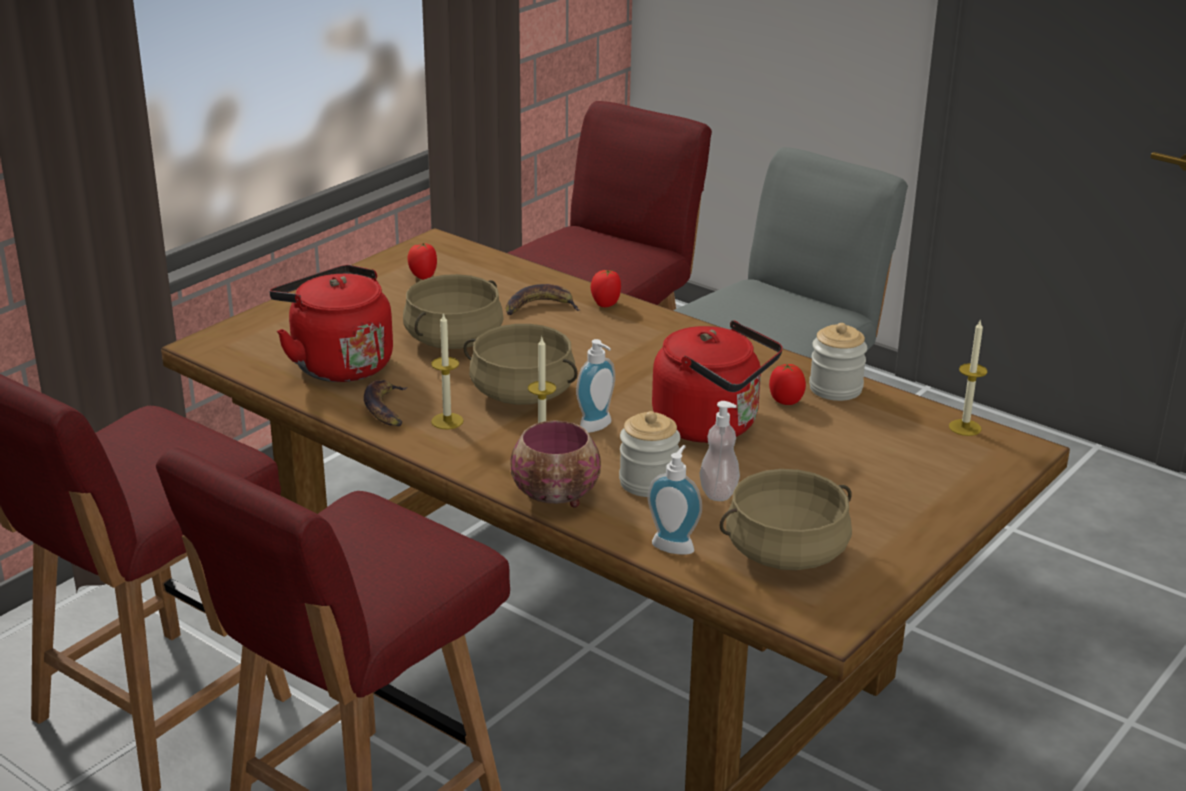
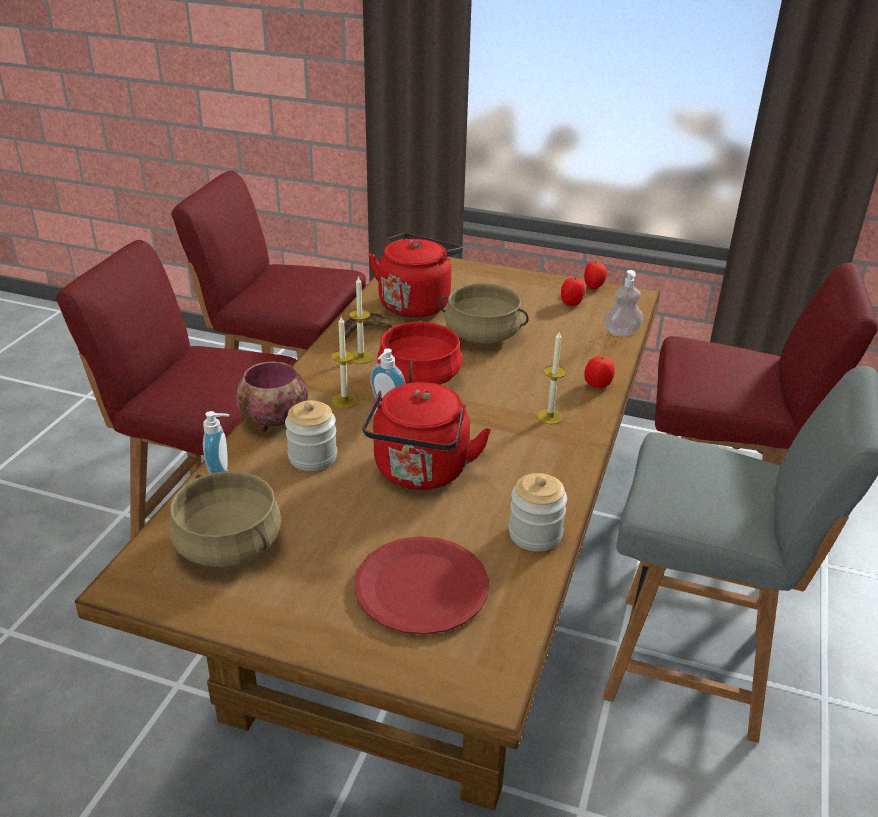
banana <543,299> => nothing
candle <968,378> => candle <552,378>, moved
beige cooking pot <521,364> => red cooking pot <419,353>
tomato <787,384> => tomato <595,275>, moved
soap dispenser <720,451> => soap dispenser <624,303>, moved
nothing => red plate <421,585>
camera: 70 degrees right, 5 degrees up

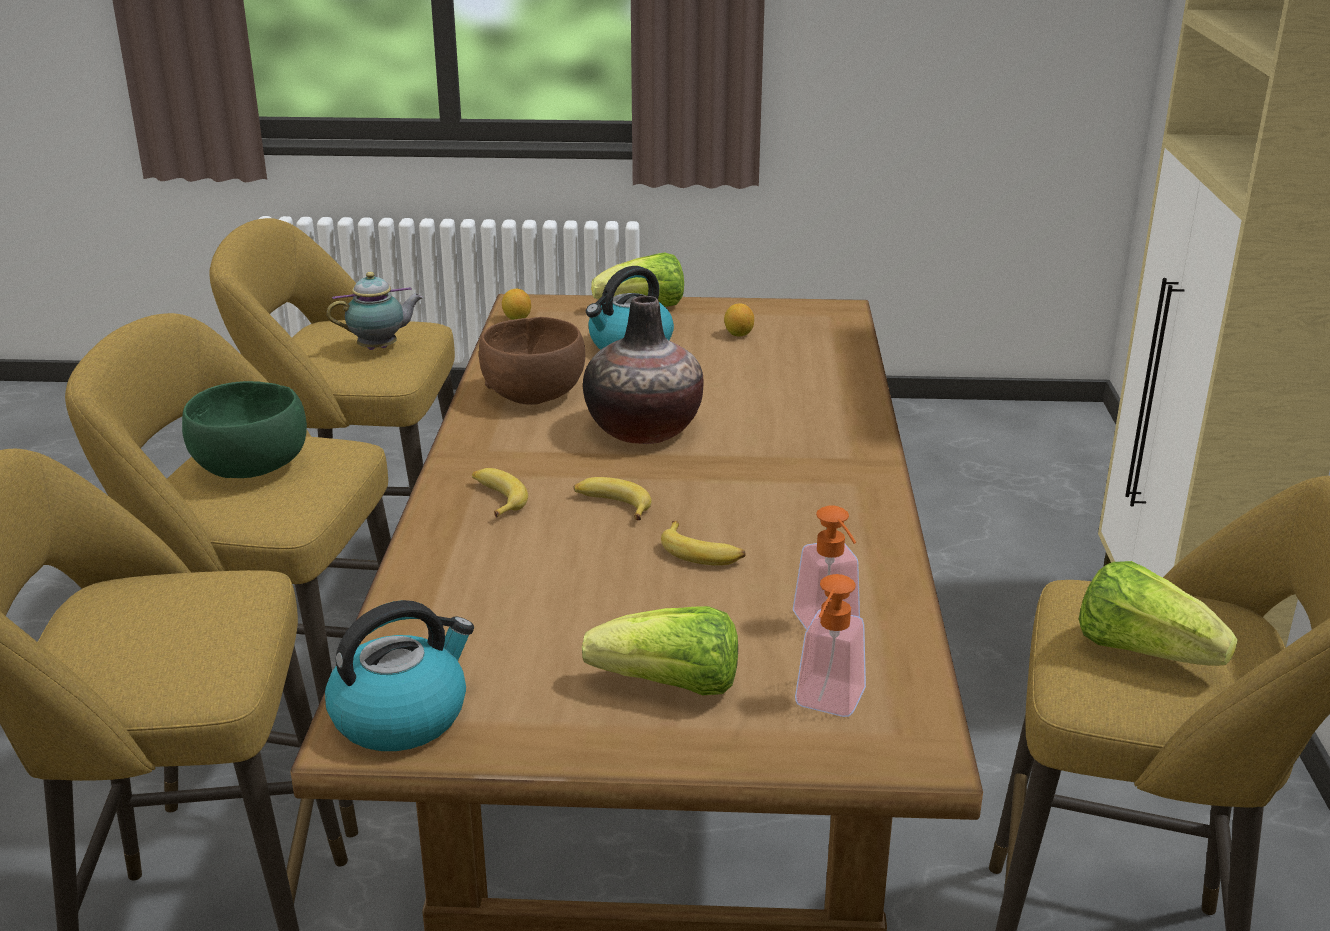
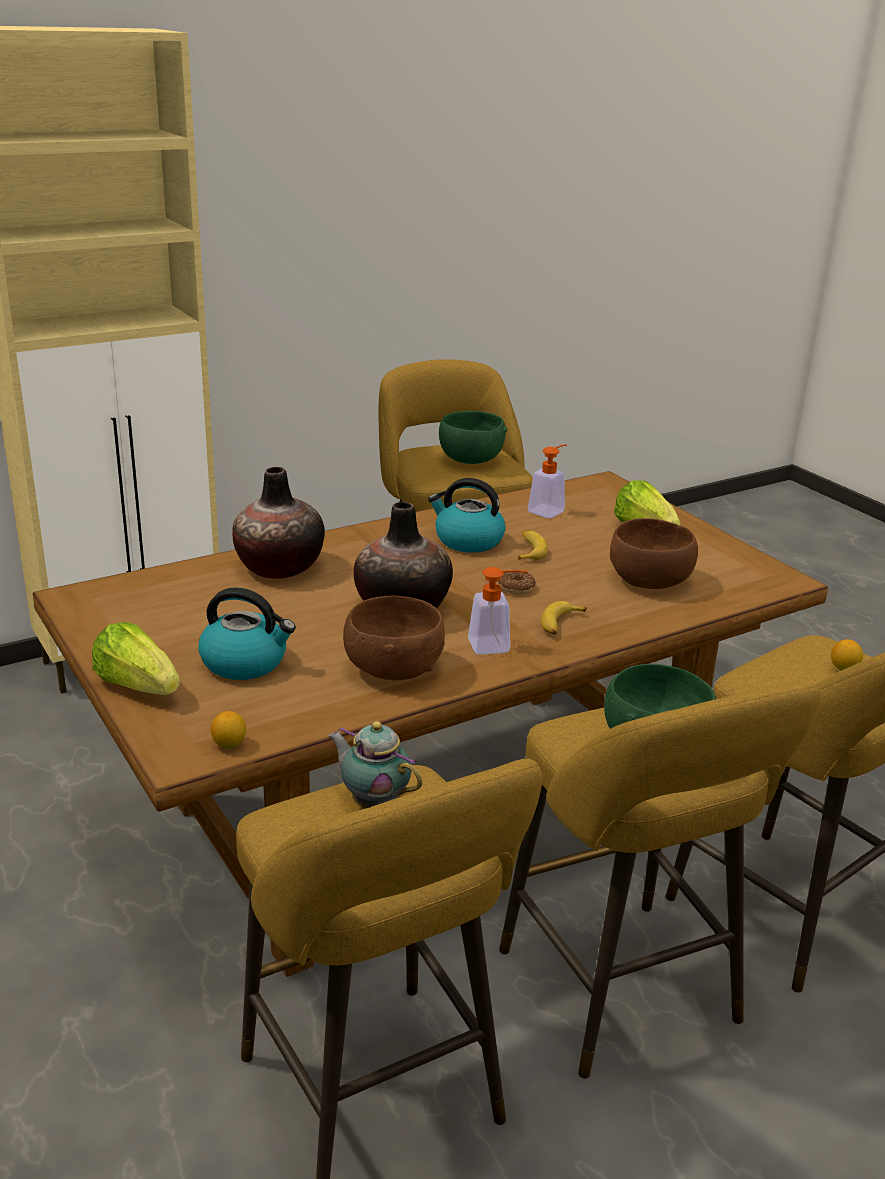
lemon <739,320> => lemon <847,655>, moved
banana <612,498> => donut <517,581>
lettuce <1158,613> => green bowl <473,437>
soap dispenser <830,645> => soap dispenser <498,611>, moved
kettle <399,675> => kettle <467,515>, moved
nothing => vase <278,523>
nothing => brown bowl <654,553>
camera: 125 degrees left, 0 degrees up

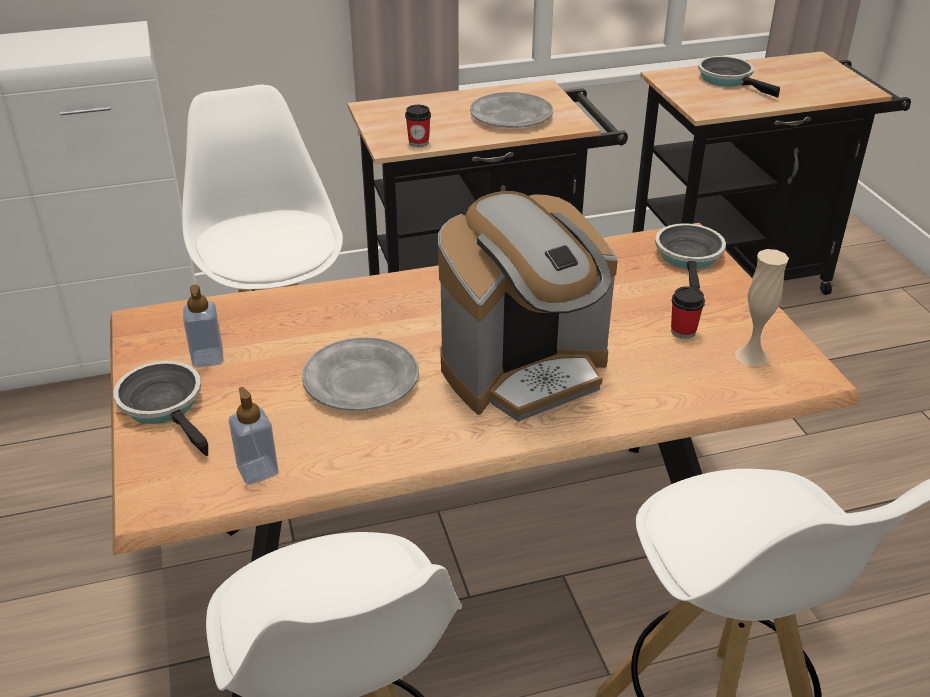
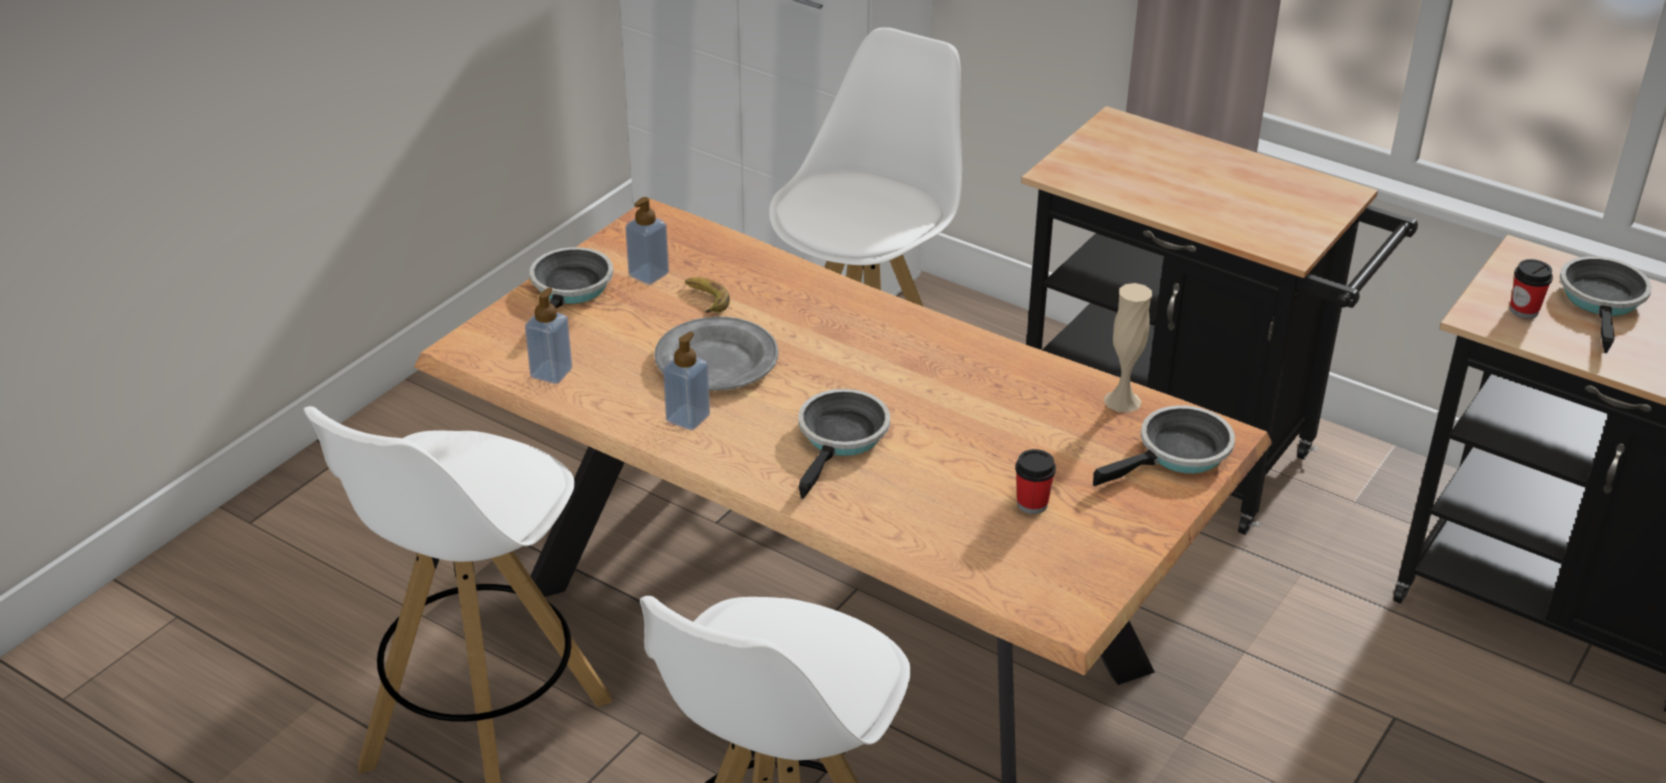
grey plate <511,110> => nothing
cup <418,126> => cup <1531,289>, moved
coffee machine <528,306> => frying pan <844,444>
beige vase <762,307> => beige vase <1127,347>, moved
nothing => banana <707,295>
nothing => soap dispenser <686,380>
camera: 50 degrees right, 0 degrees up

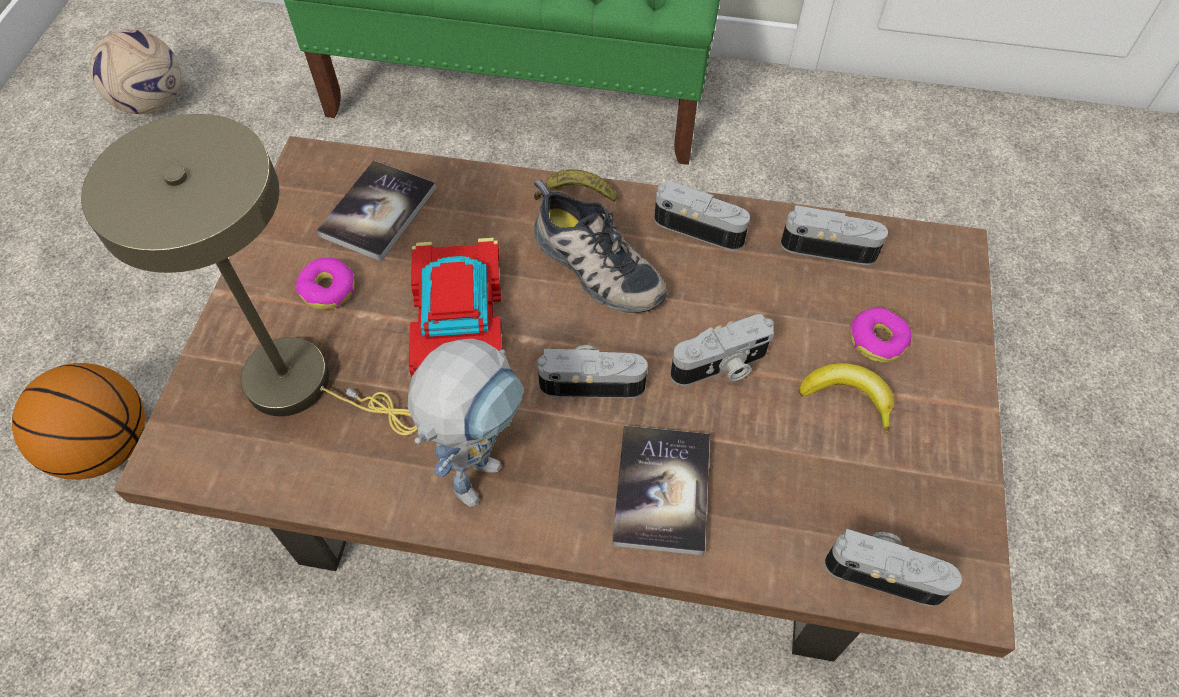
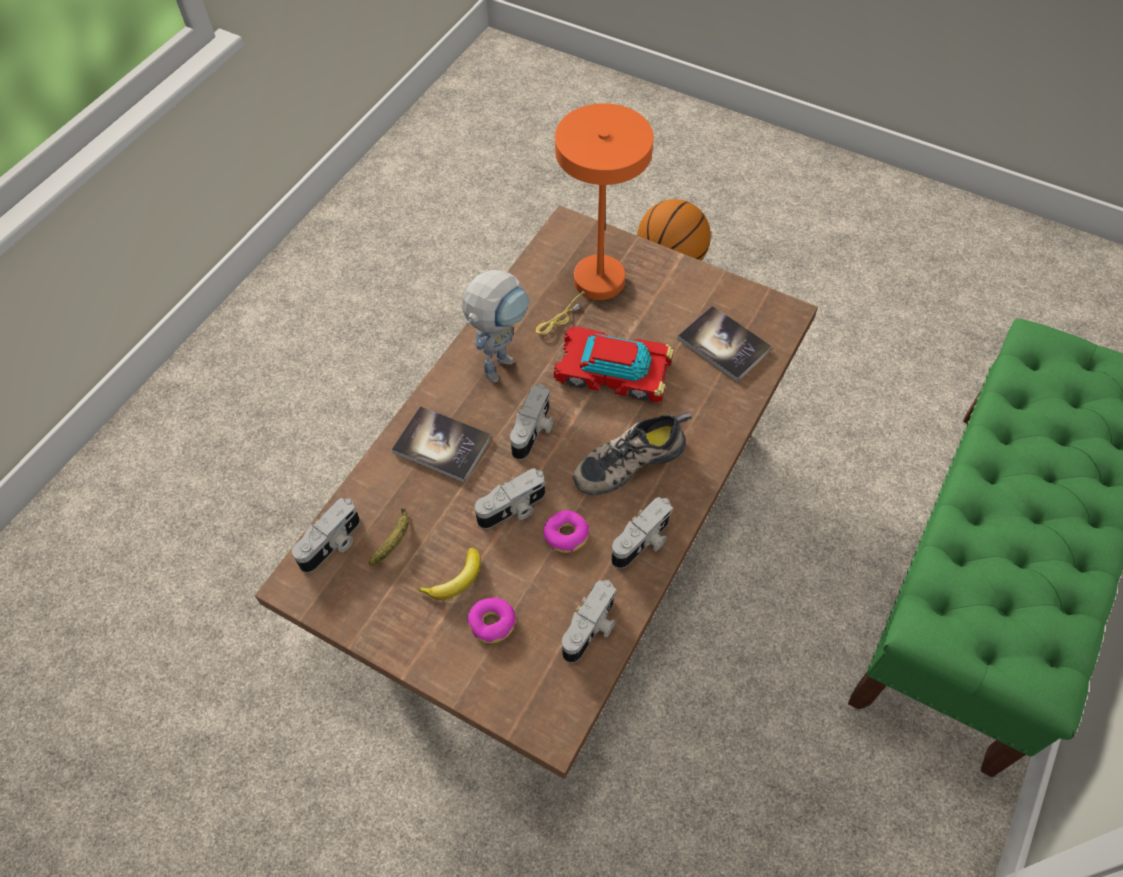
football <135,71> => nothing
beige table lamp <249,274> => orange table lamp <595,219>
banana <575,185> => banana <389,537>, moved
donut <325,283> => donut <566,531>, moved
photo camera <722,350> => photo camera <510,498>, 120 degrees counterclockwise
toy robot <466,423> => toy robot <496,326>, 105 degrees counterclockwise
camera: 110 degrees right, 0 degrees up

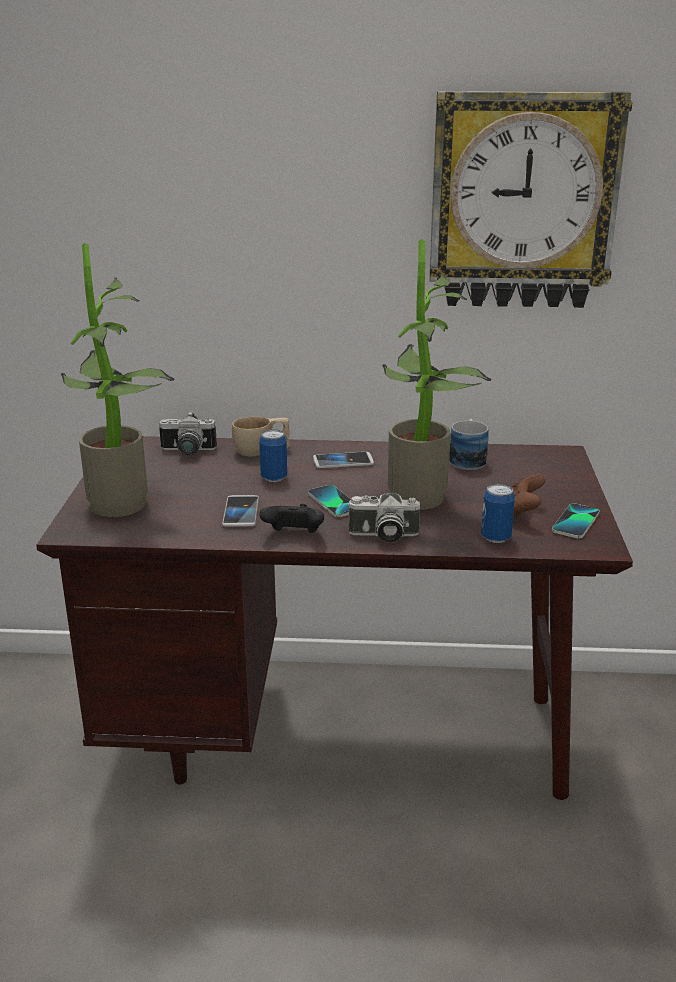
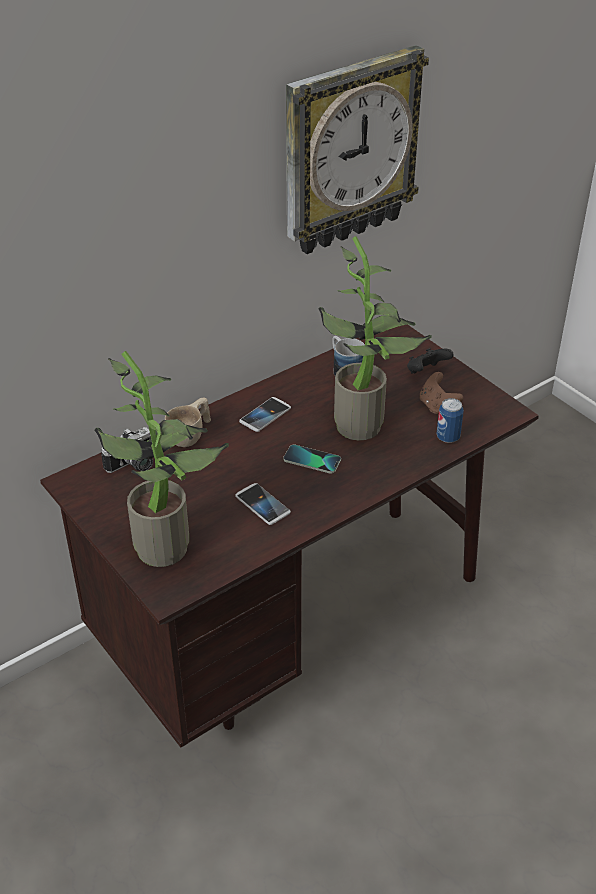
can <273,455> => nothing
photo camera <383,518> => nothing
phone <576,520> => nothing
black game controller <291,518> => black game controller <430,361>, moved
camera: 40 degrees left, 15 degrees up

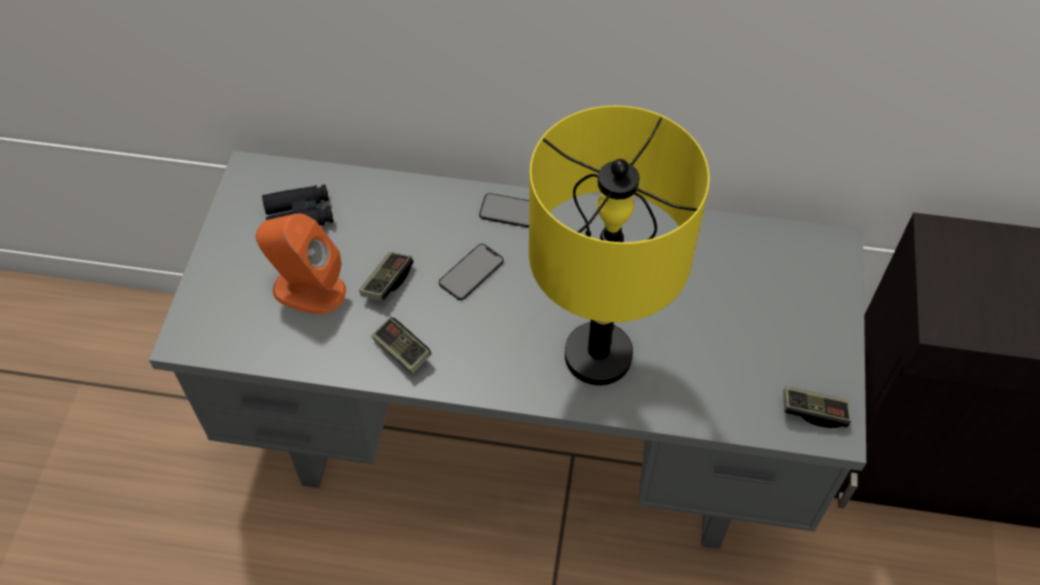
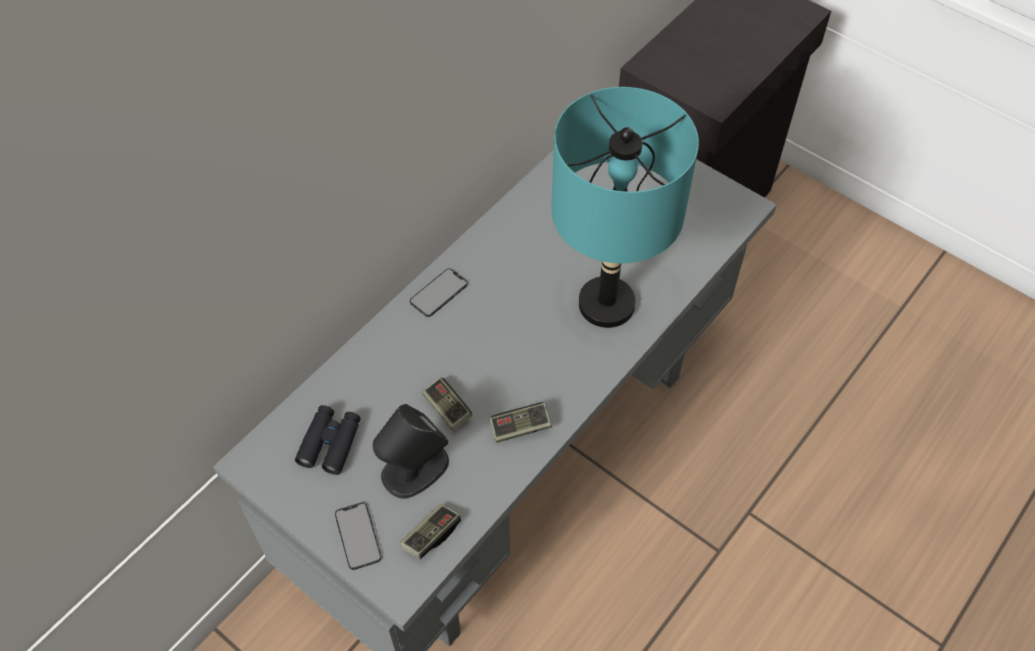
yellow table lamp <619,245> => turquoise table lamp <625,207>
orange speaker <301,263> => black speaker <411,451>
phone <471,272> => phone <358,536>, moved
game controller <817,407> => game controller <430,531>, moved
camera: 60 degrees left, 0 degrees up

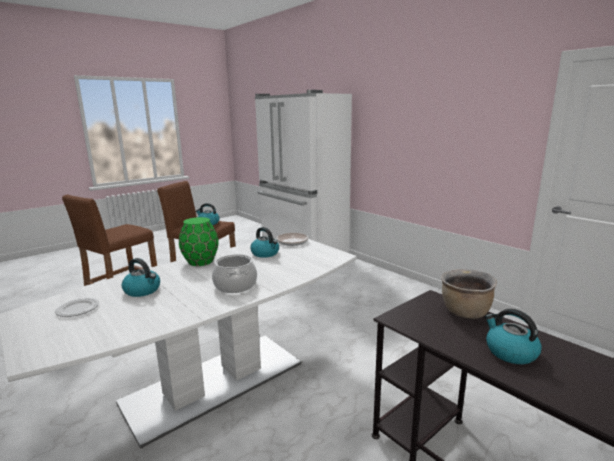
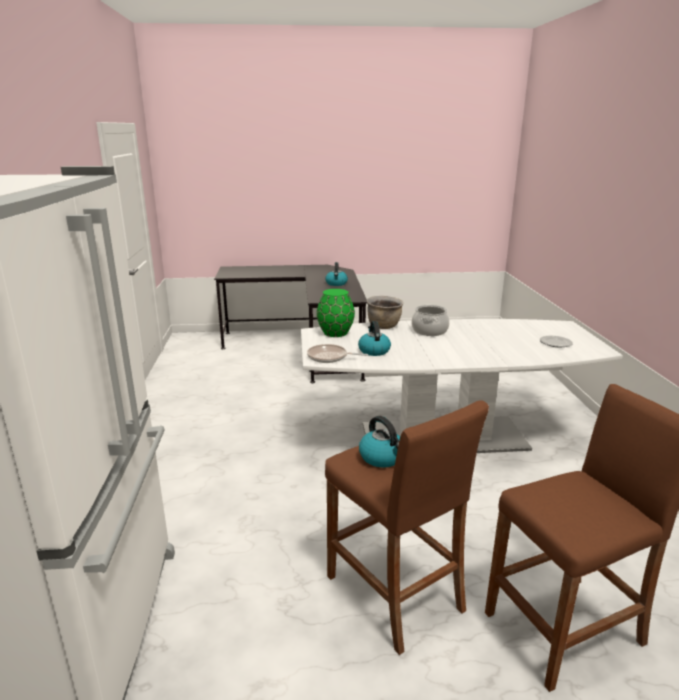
green vase <199,241> => green vase <336,313>, moved
kettle <141,277> => nothing
brown cooking pot <469,294> => brown cooking pot <385,312>, moved
camera: 145 degrees left, 5 degrees up

